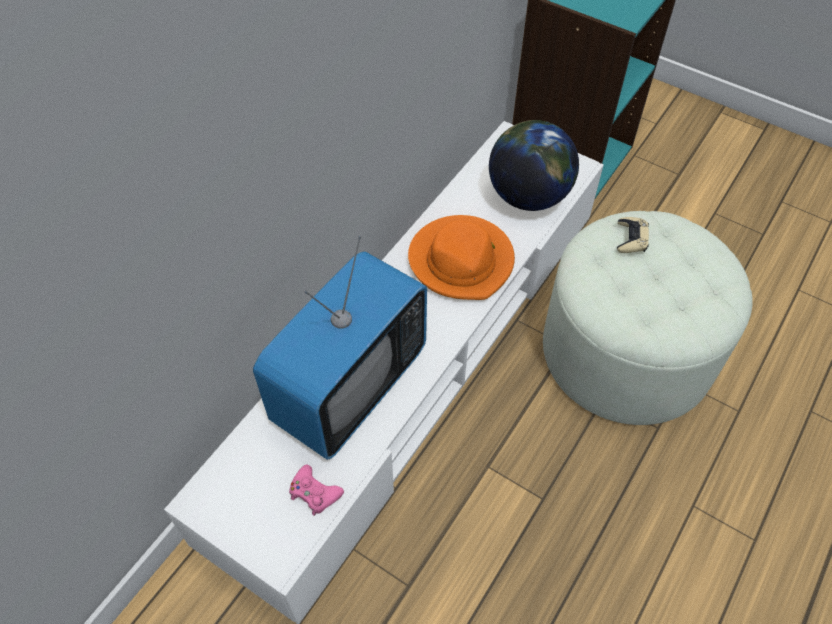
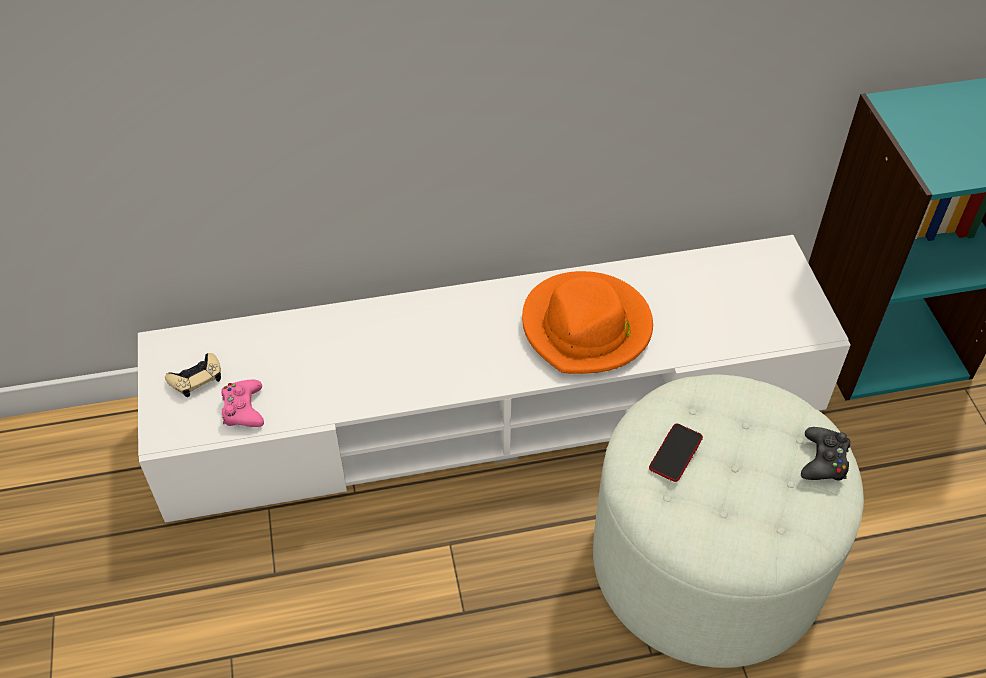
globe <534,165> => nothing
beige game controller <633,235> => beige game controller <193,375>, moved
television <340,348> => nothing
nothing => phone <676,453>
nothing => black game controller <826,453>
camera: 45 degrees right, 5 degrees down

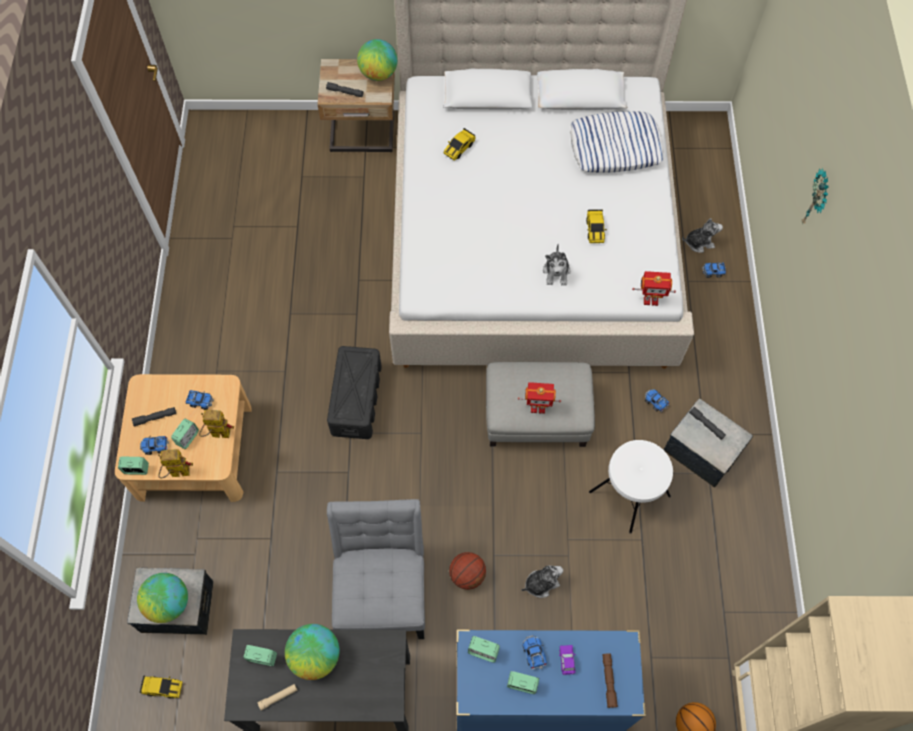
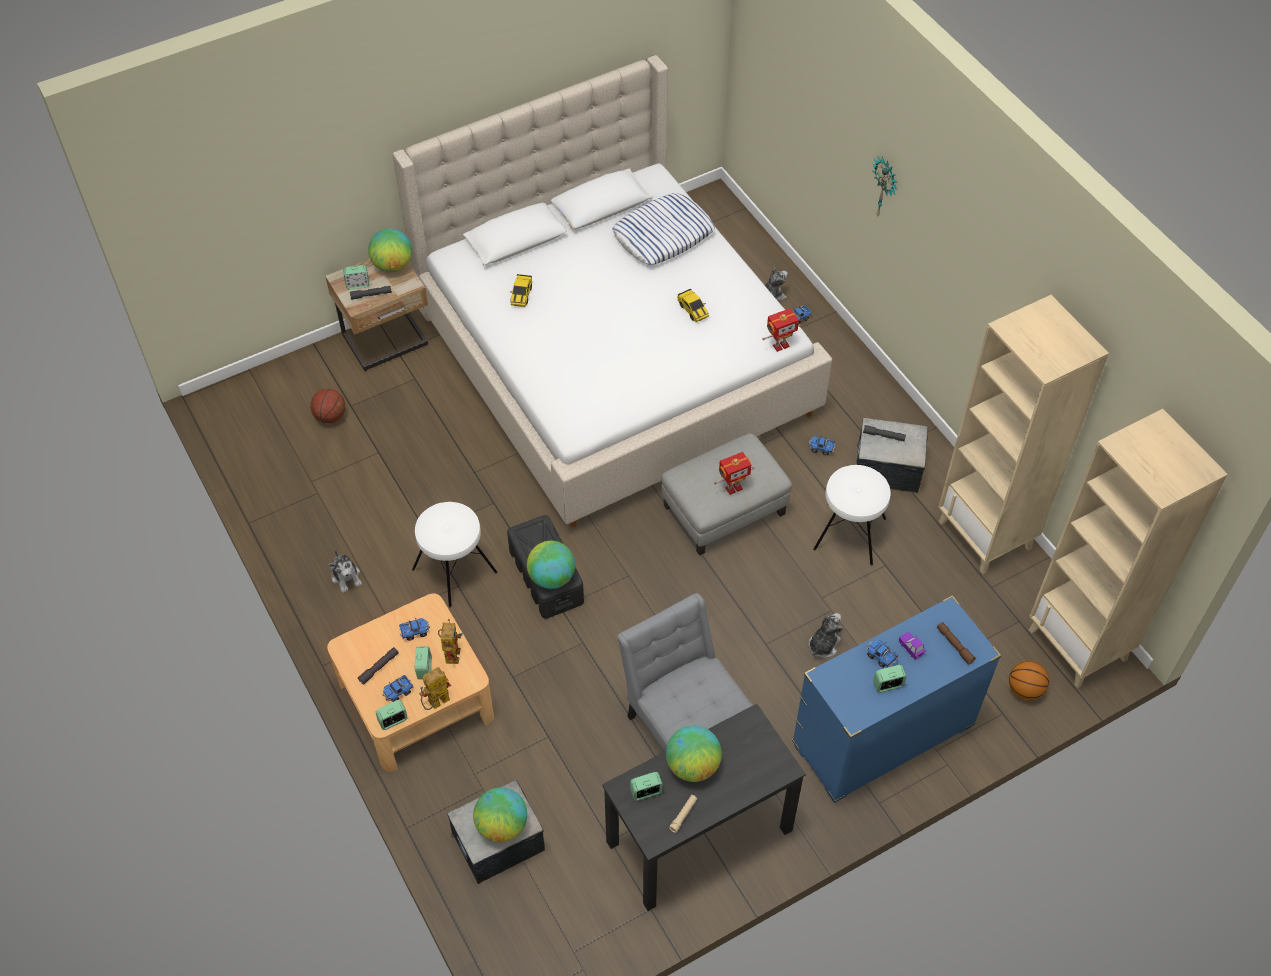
plush toy <557,265> => plush toy <345,571>, moved
toy robot <216,424> => toy robot <450,641>, 120 degrees clockwise
basketball <467,571> => basketball <327,406>, moved
alarm clock <484,649> => alarm clock <356,277>, moved
toy car <160,687> => nothing
nothing => beige bookcase <1023,434>
nothing => white stool <454,555>
nothing => globe <551,565>
camera: 30 degrees left, 10 degrees down

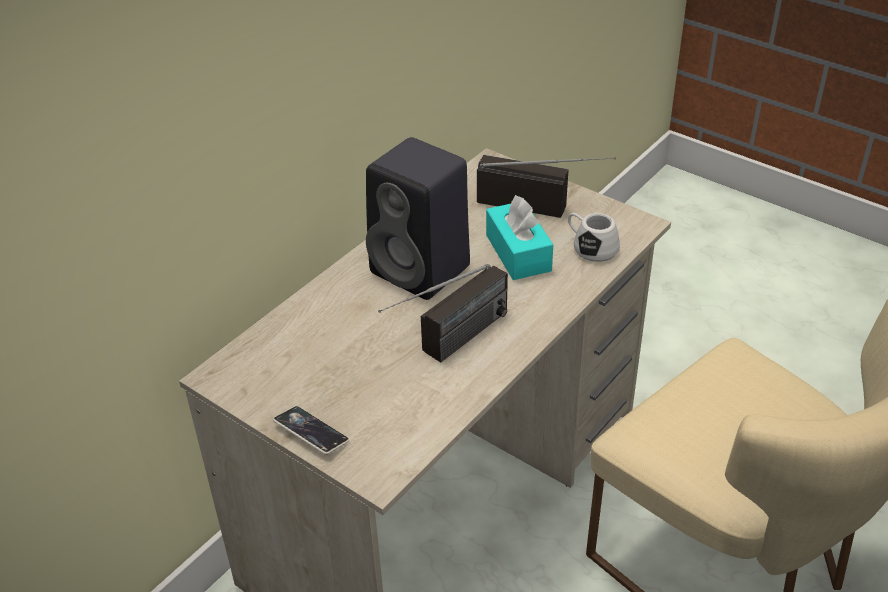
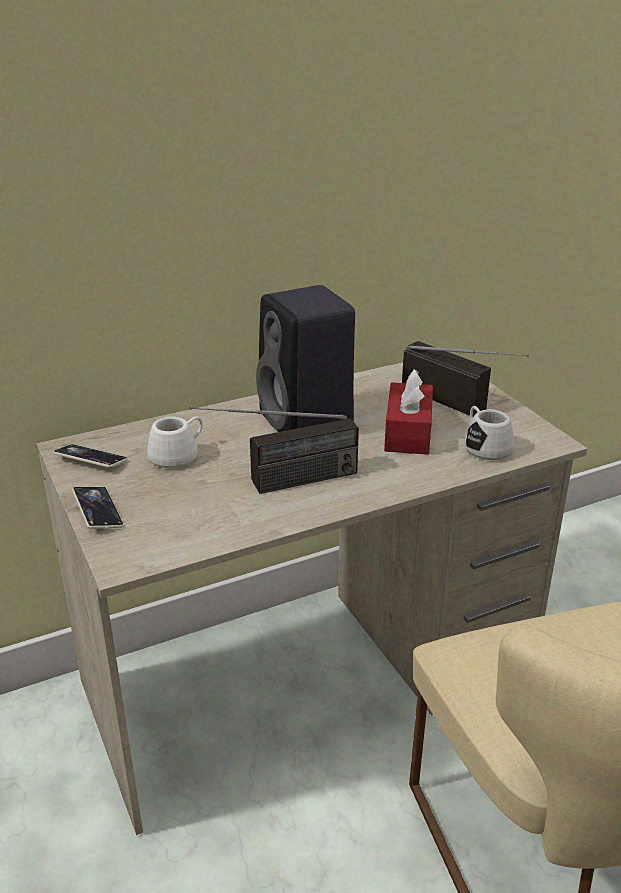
turquoise tissue box <519,237> => red tissue box <408,412>
nothing => white mug <175,442>
nothing => phone <90,456>
camera: 25 degrees right, 10 degrees down

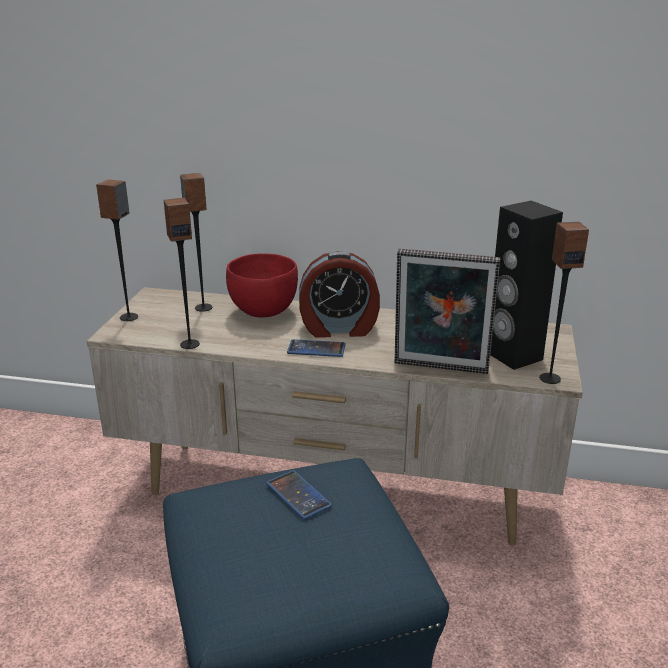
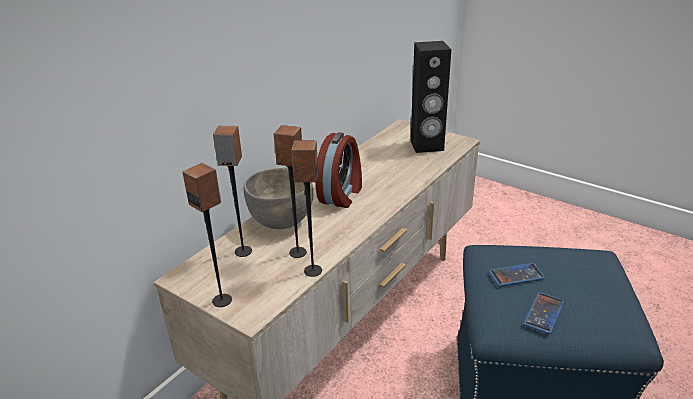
speaker <564,303> => speaker <290,191>, moved
picture frame <447,311> => nothing
red bowl <262,285> => grey bowl <278,198>
phone <316,348> => phone <543,313>, moved
camera: 65 degrees left, 5 degrees up

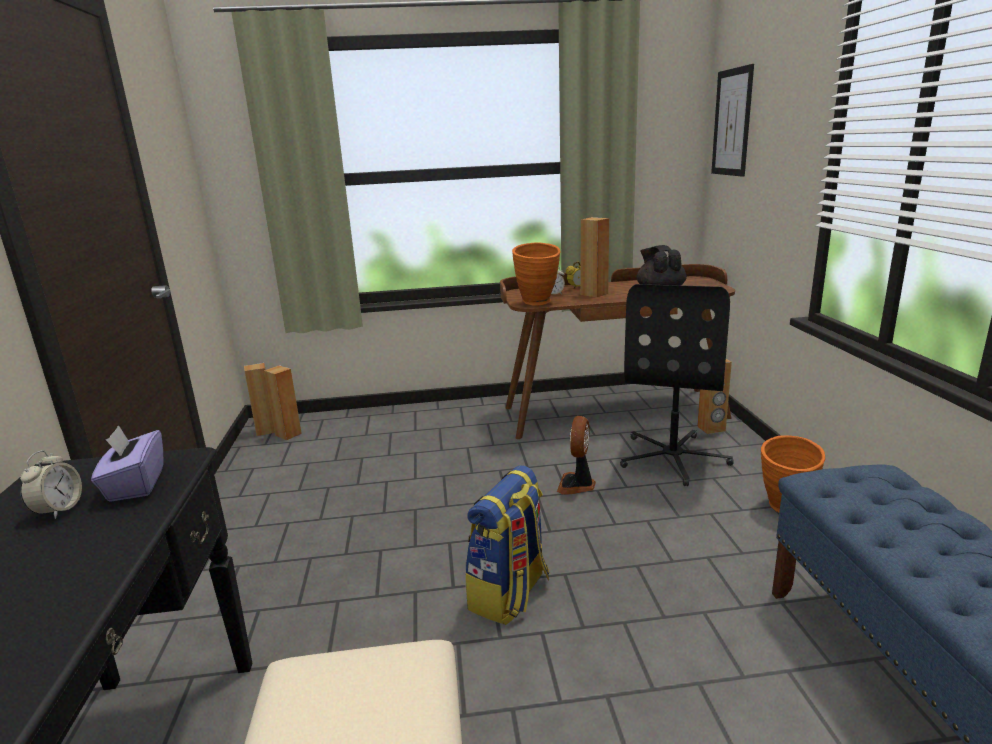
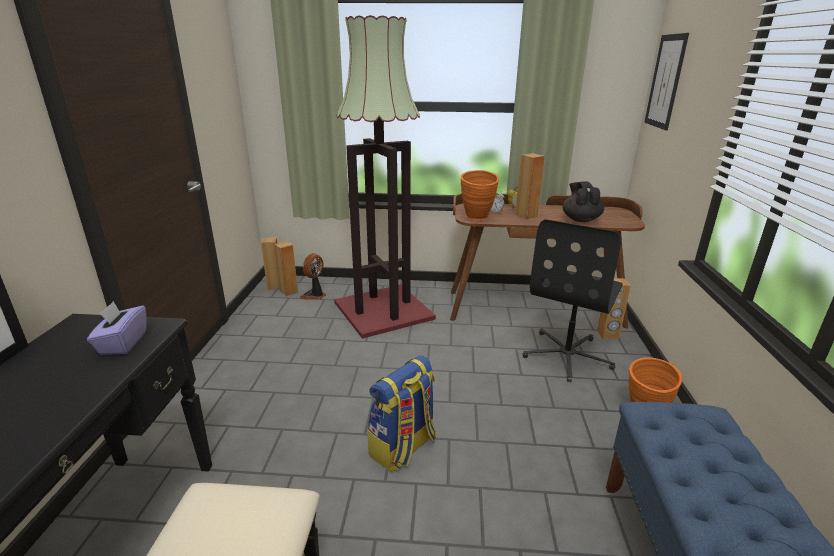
fan <576,455> => fan <313,276>, moved
alarm clock <51,484> => nothing
nothing => floor lamp <385,177>
camera: 10 degrees right, 5 degrees up

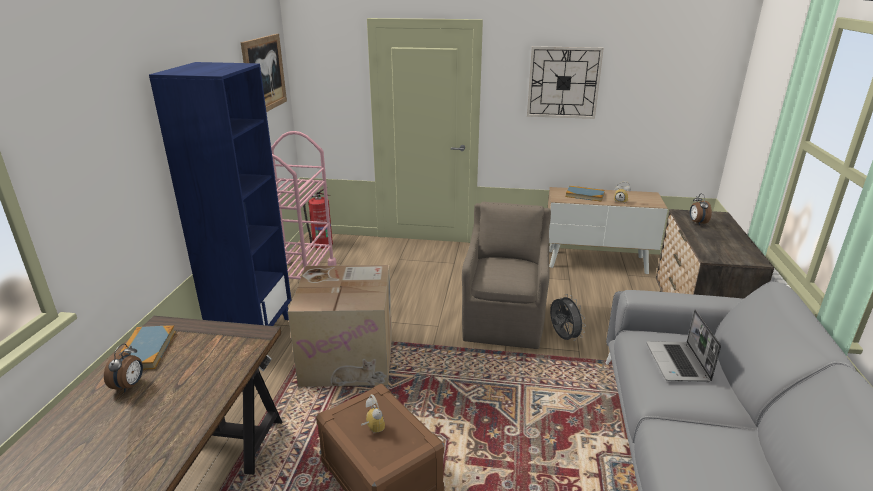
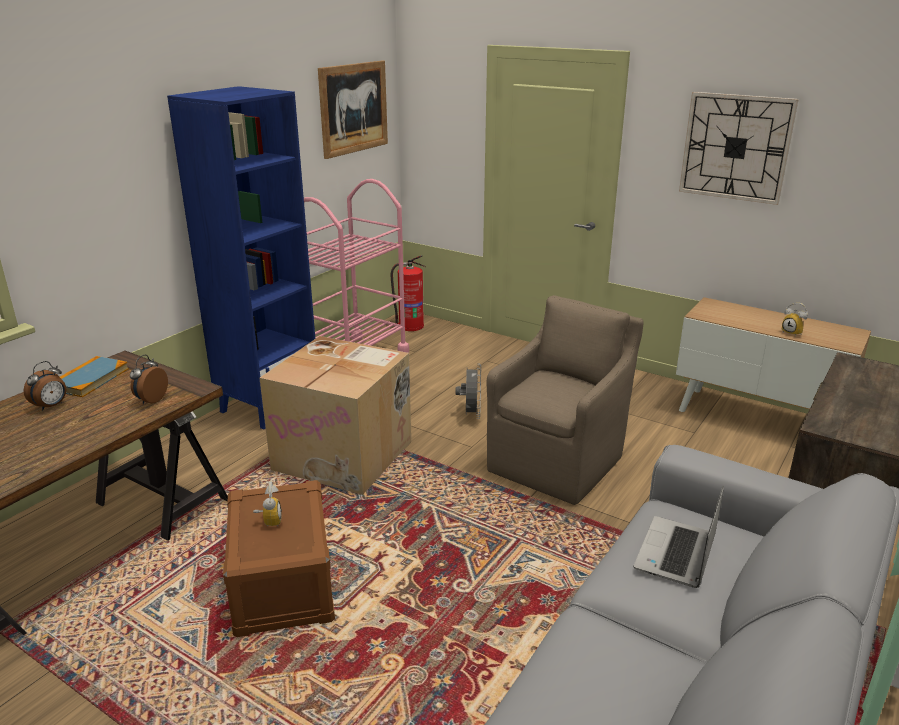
book <585,194> => nothing
alarm clock <701,209> => alarm clock <149,379>, moved
grey fan <568,317> => grey fan <468,391>, moved
camera: 25 degrees right, 0 degrees up

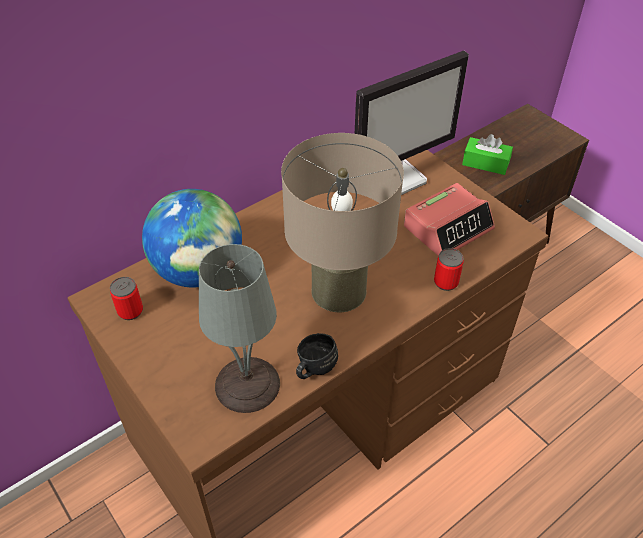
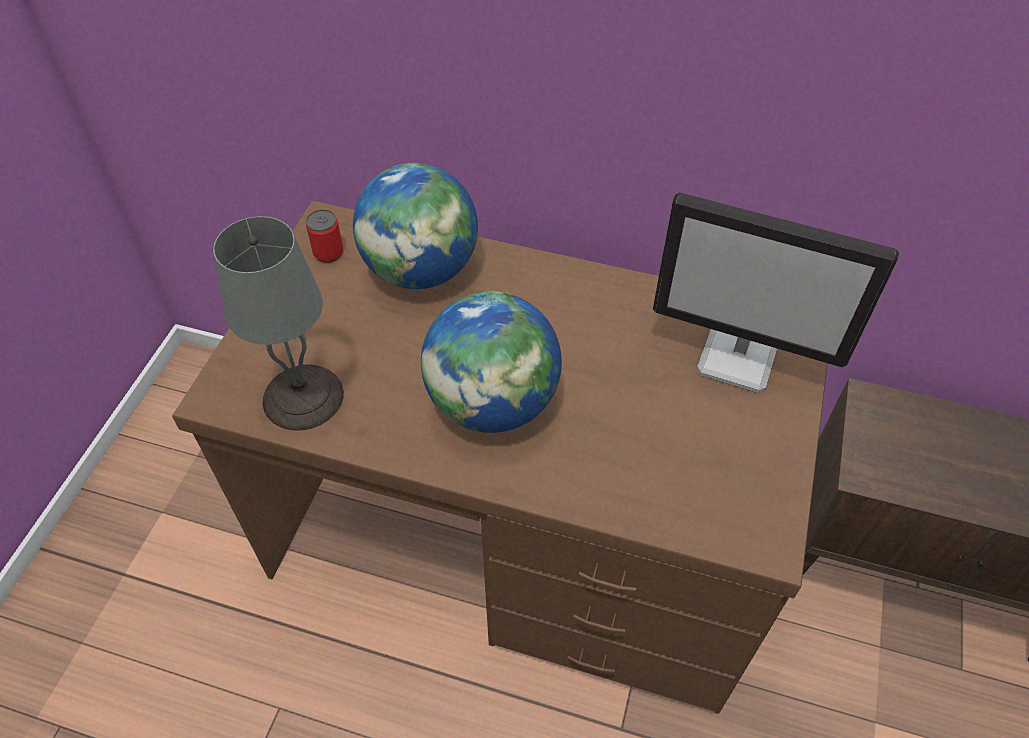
beige table lamp <342,222> => globe <491,362>
green tissue box <487,154> => nothing
alarm clock <449,219> => nothing
can <448,269> => nothing
black mug <317,356> => nothing
camera: 55 degrees right, 5 degrees up

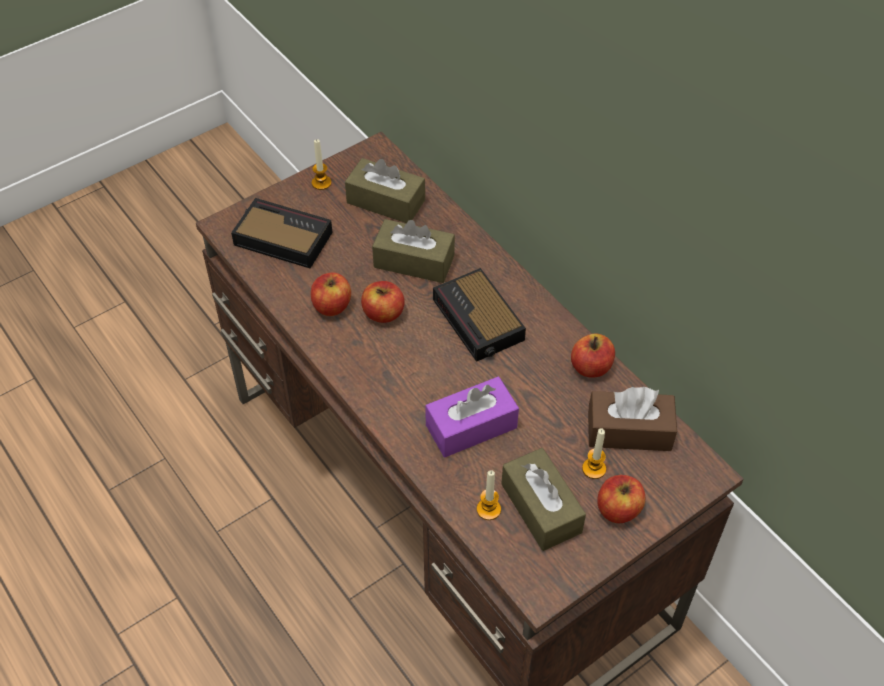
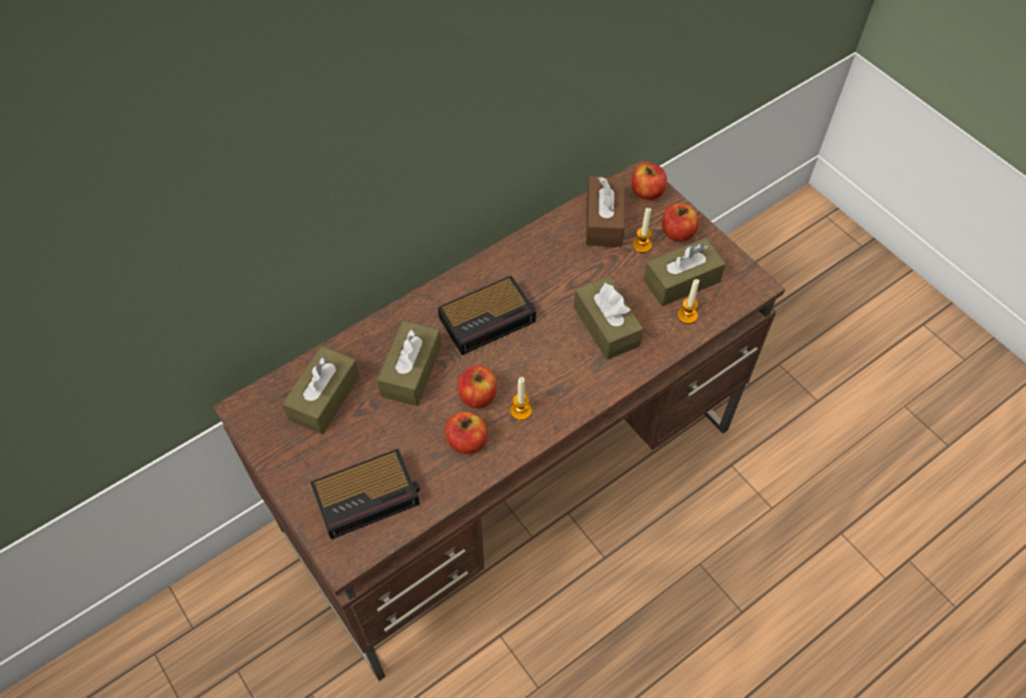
candle <321,164> => candle <521,398>, moved
alarm clock <282,233> => alarm clock <365,494>, 135 degrees counterclockwise
apple <593,355> => apple <649,181>, moved
purple tissue box <472,417> => brown tissue box <608,318>
camera: 90 degrees left, 5 degrees up

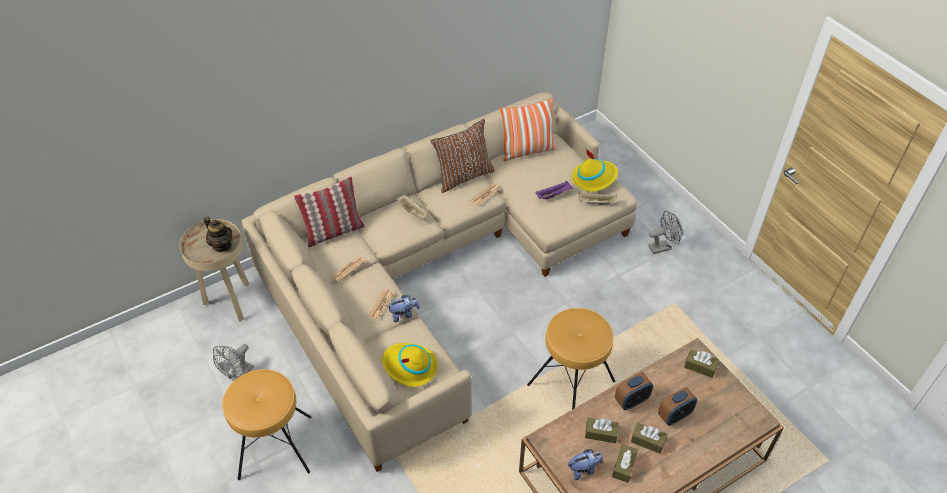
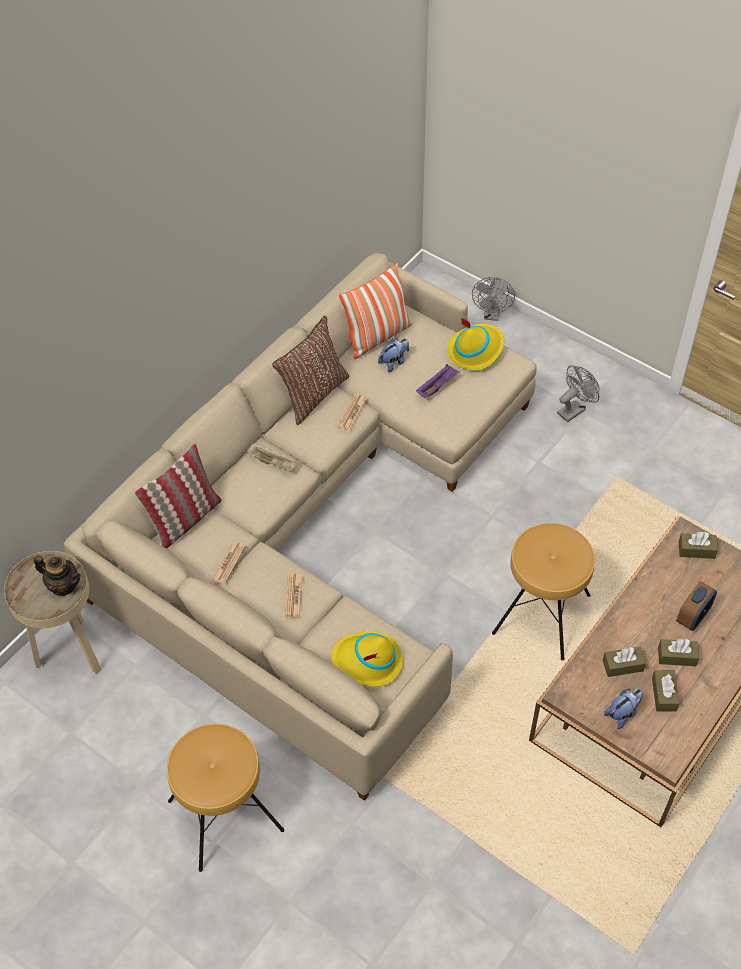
beige tray <597,199> => nothing
plush toy <403,308> => plush toy <393,355>, moved
grey fan <233,362> => grey fan <493,299>, moved
alarm clock <634,391> => nothing
camera: 20 degrees left, 5 degrees up

